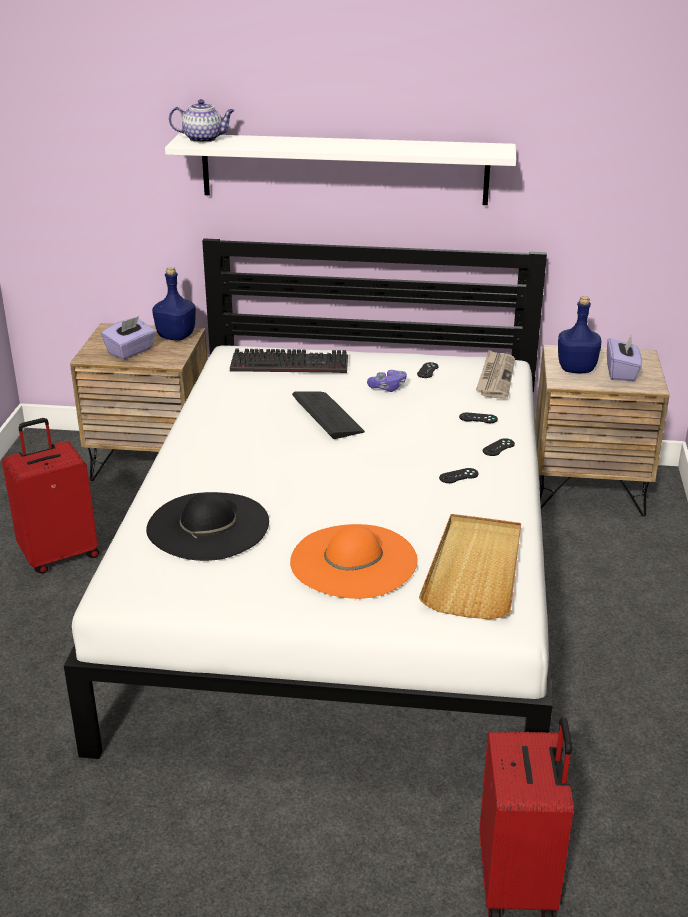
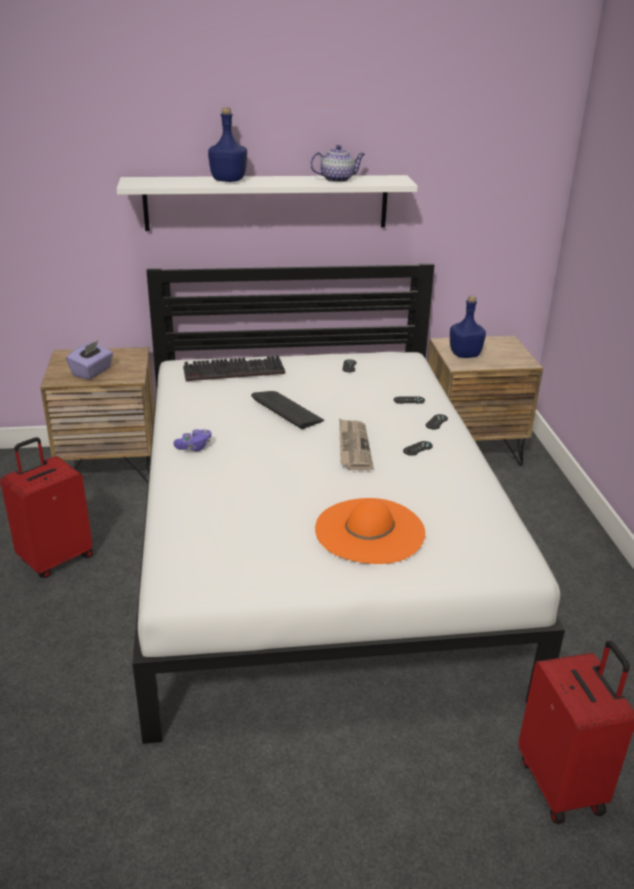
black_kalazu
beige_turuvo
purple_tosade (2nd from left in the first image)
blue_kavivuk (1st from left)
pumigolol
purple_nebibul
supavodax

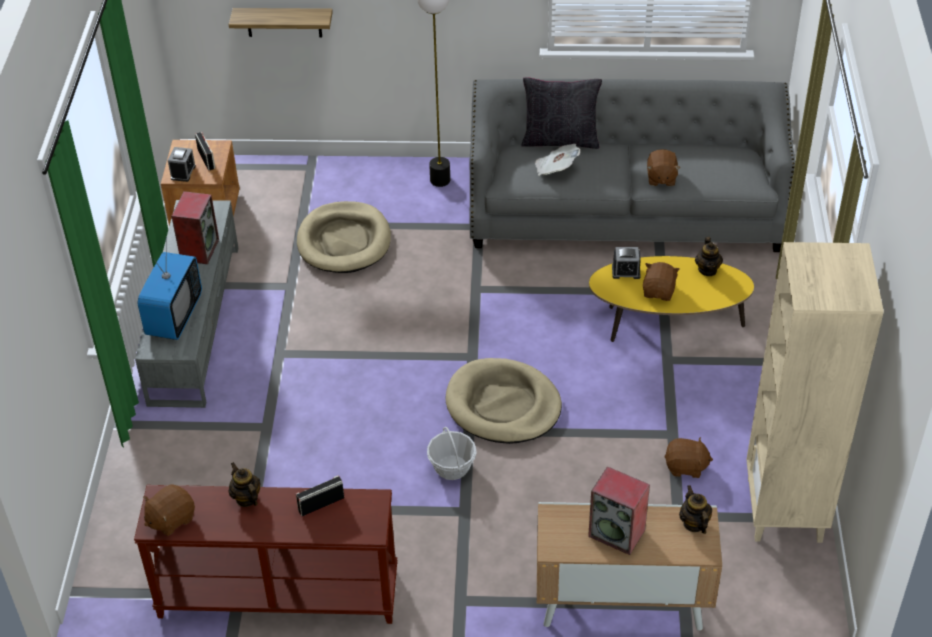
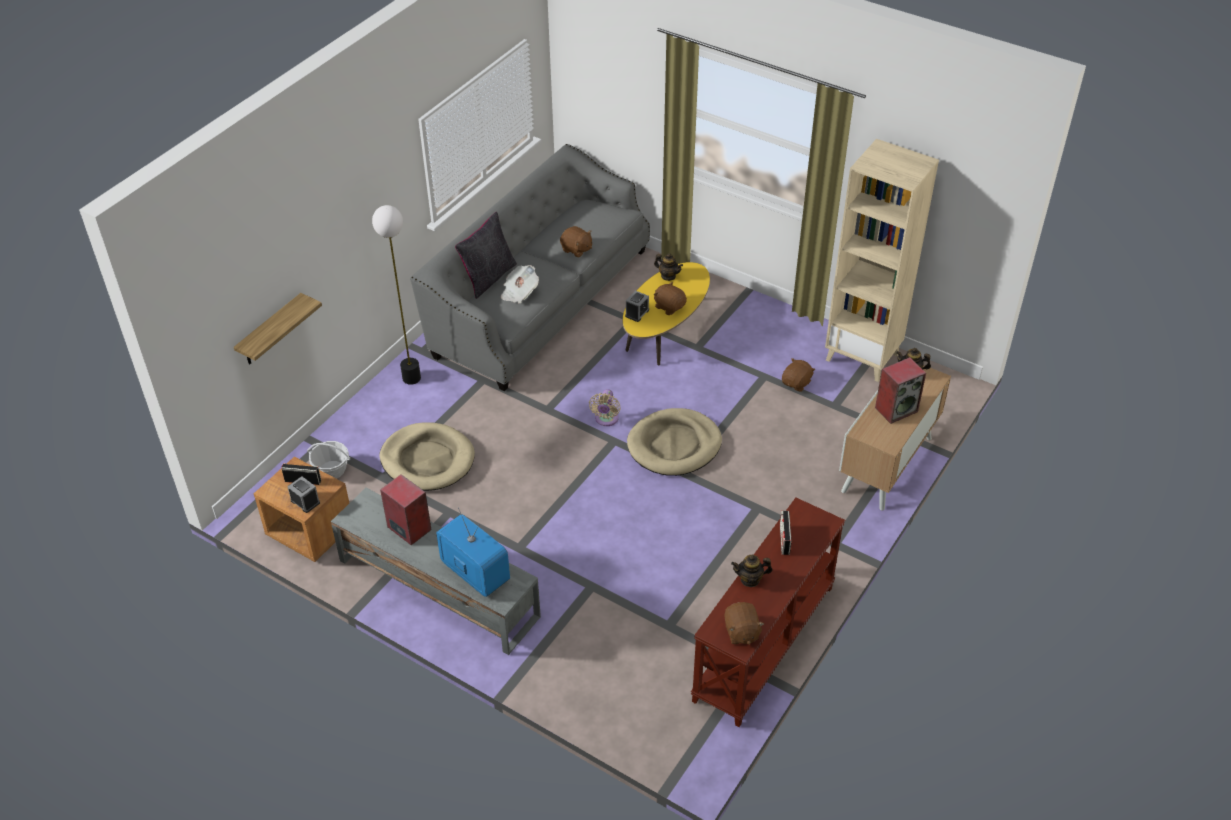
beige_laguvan
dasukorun

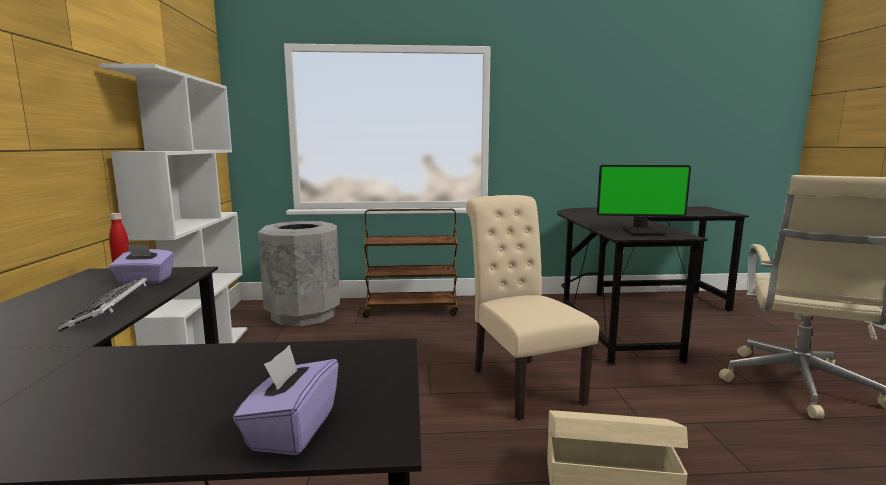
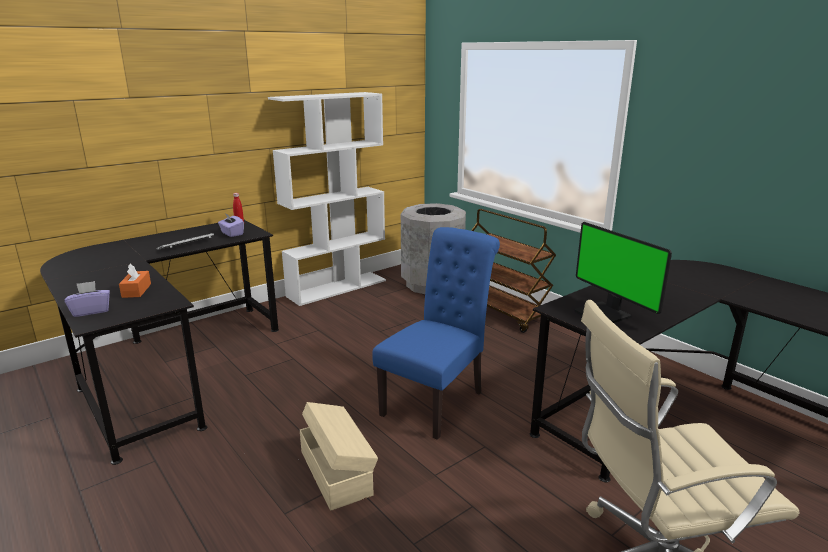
orange_tosade
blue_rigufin

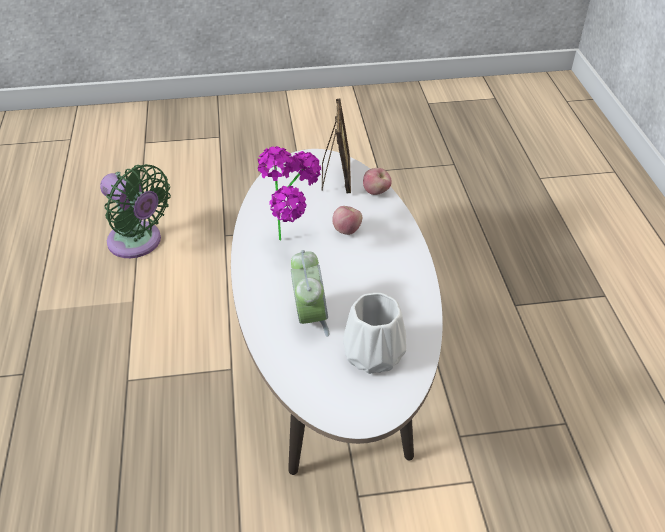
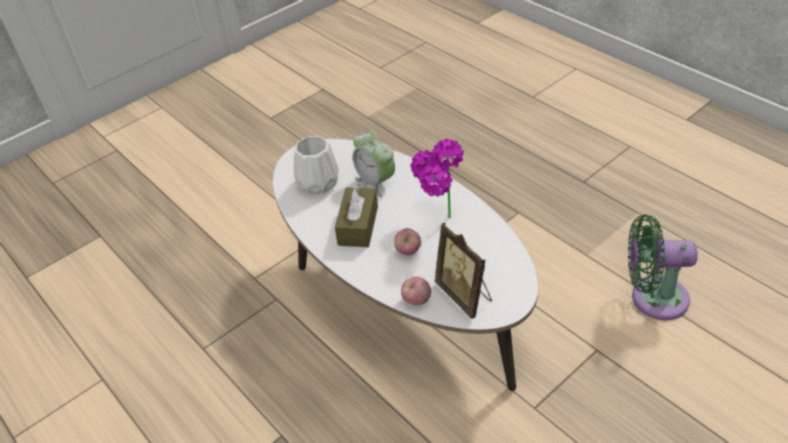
brown_tosade

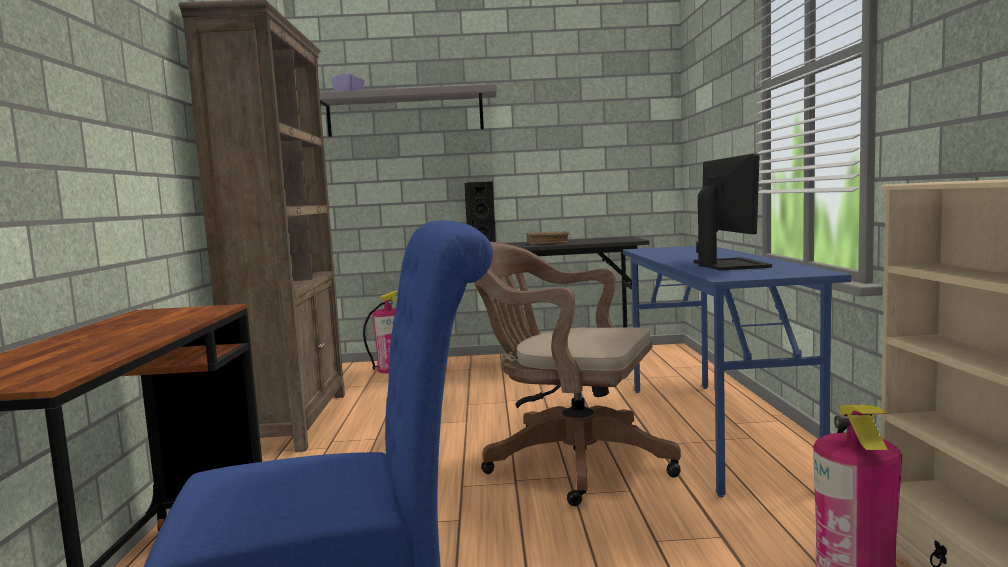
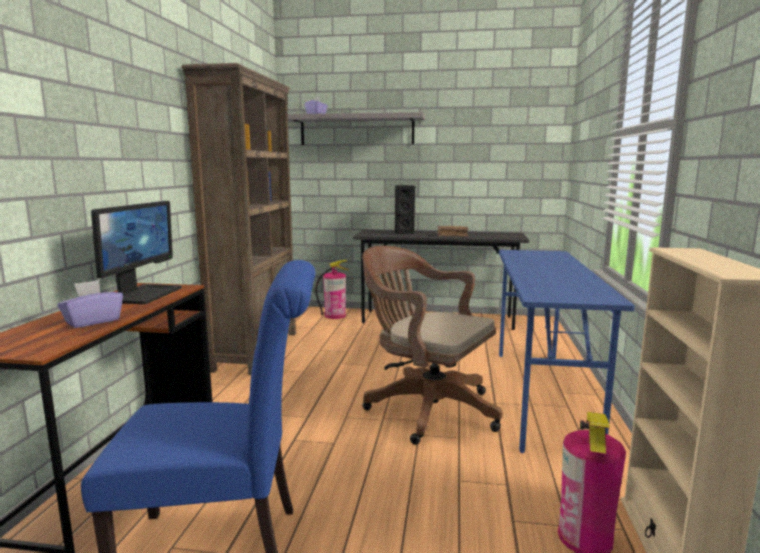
purple_tosade (1st from left)
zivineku

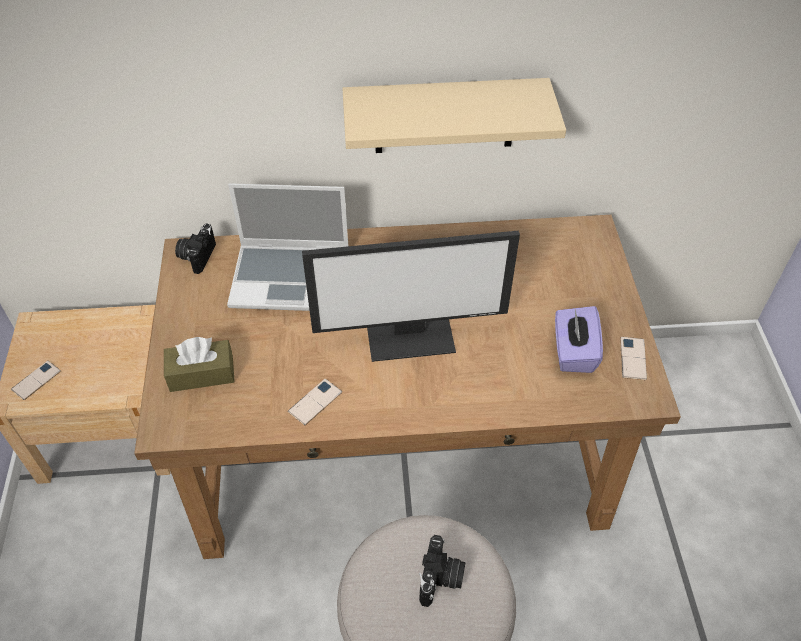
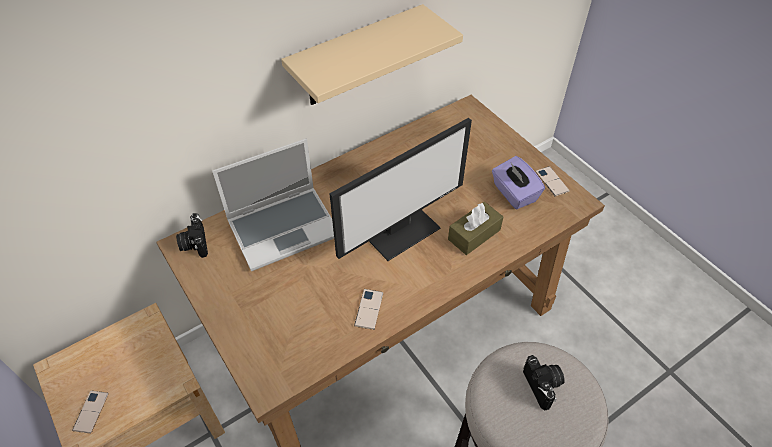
brown_tosade

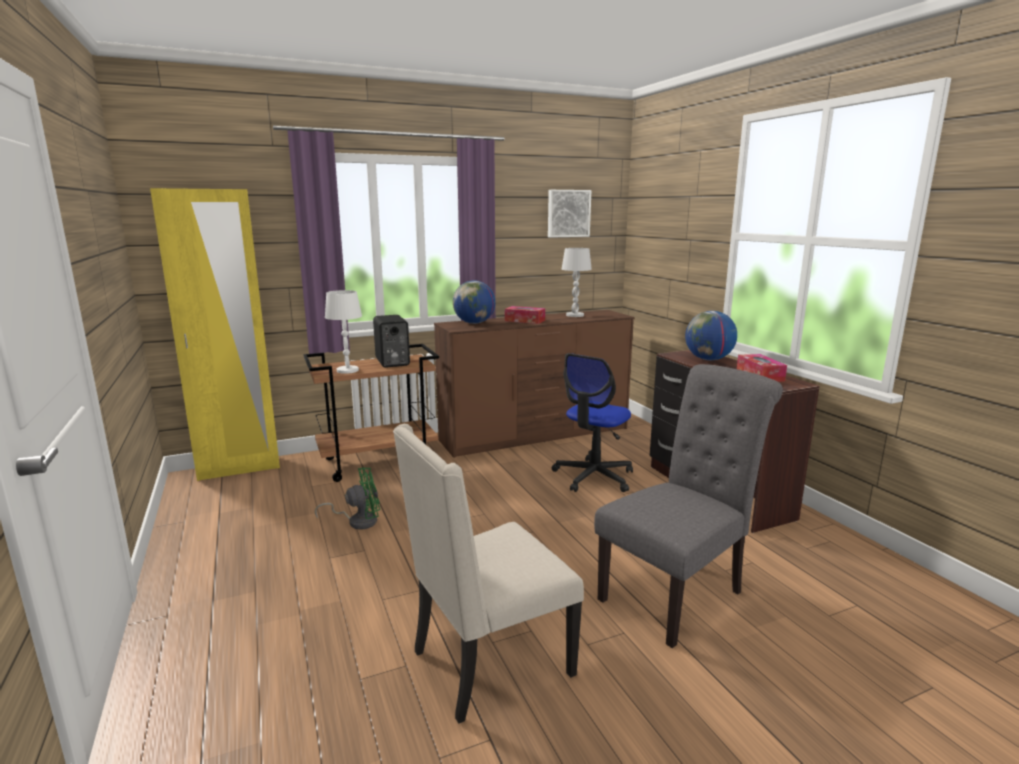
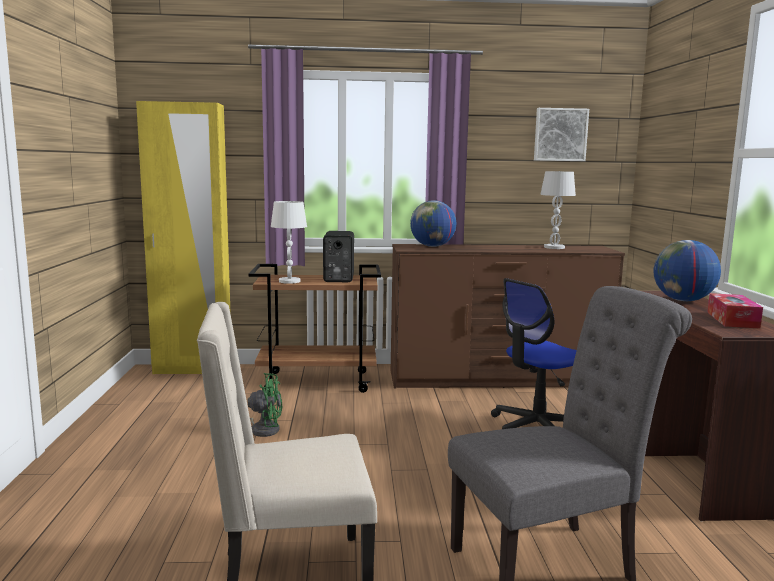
tosade (1st from left in the first image)

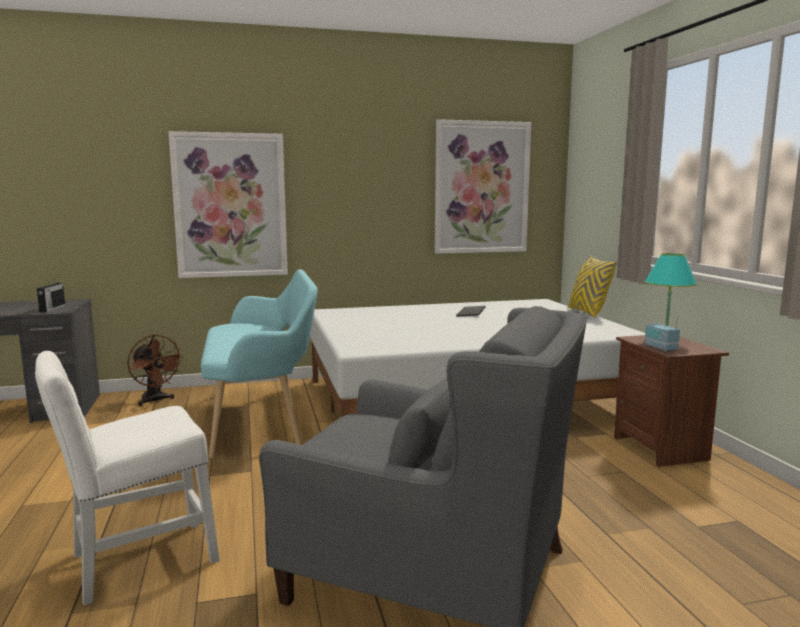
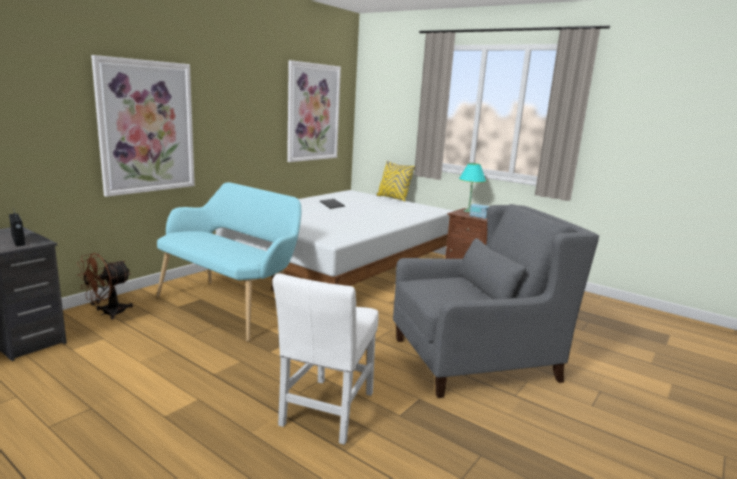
brown_laguvan

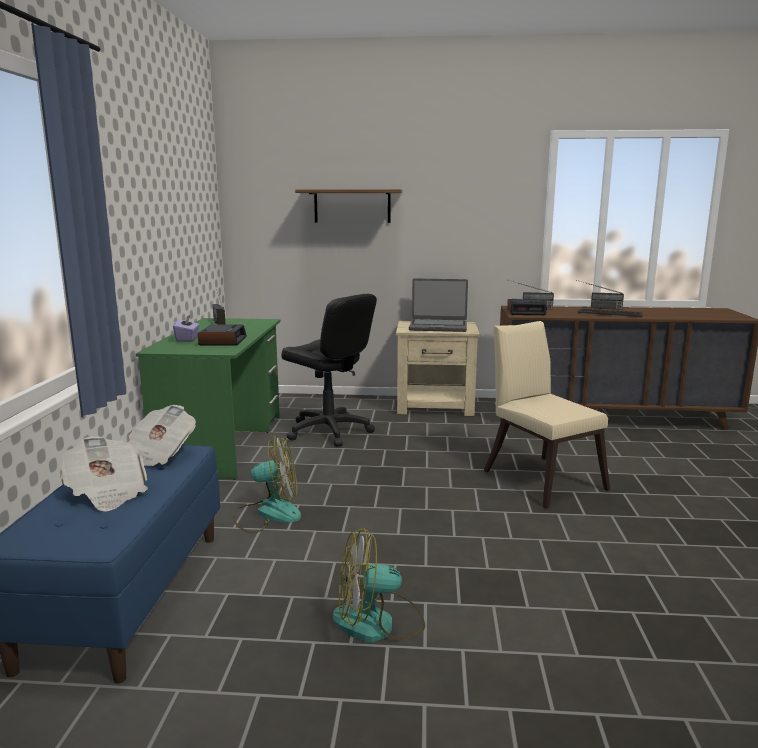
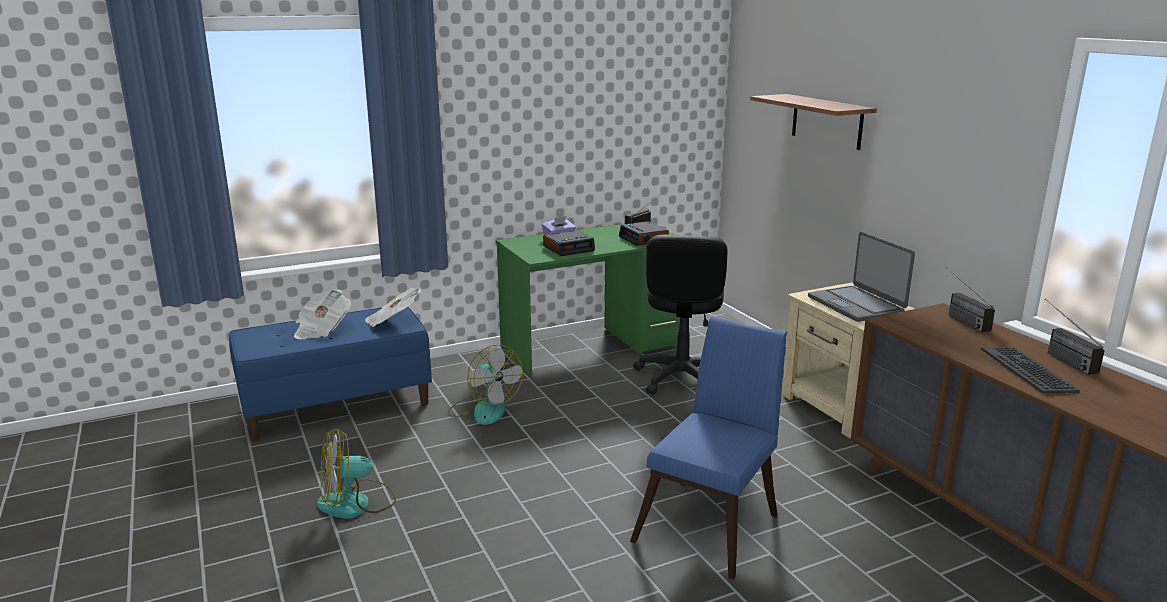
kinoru (2nd from left)
blue_rigufin
laguvan (1st from left)

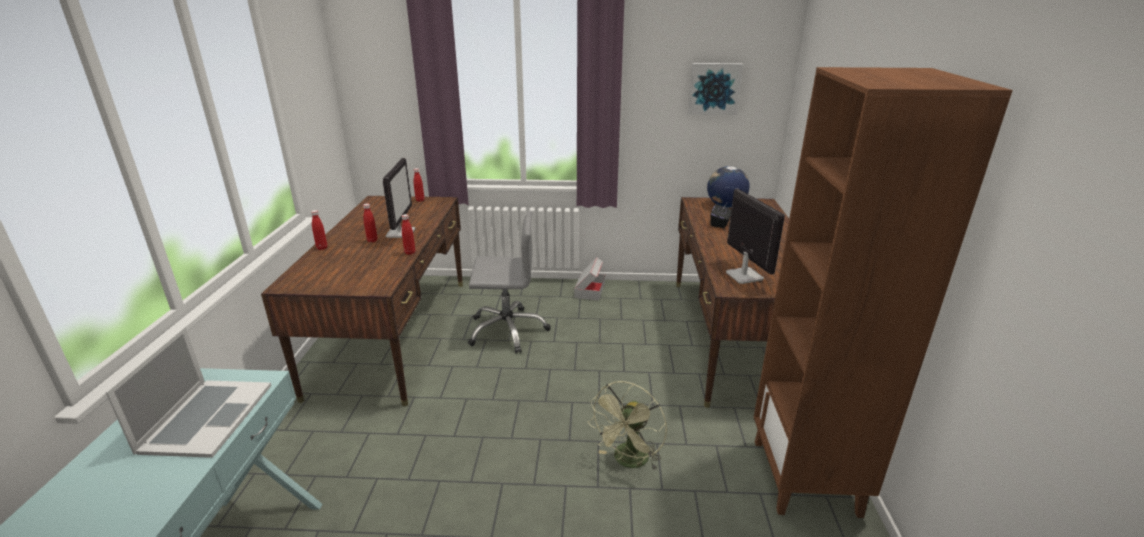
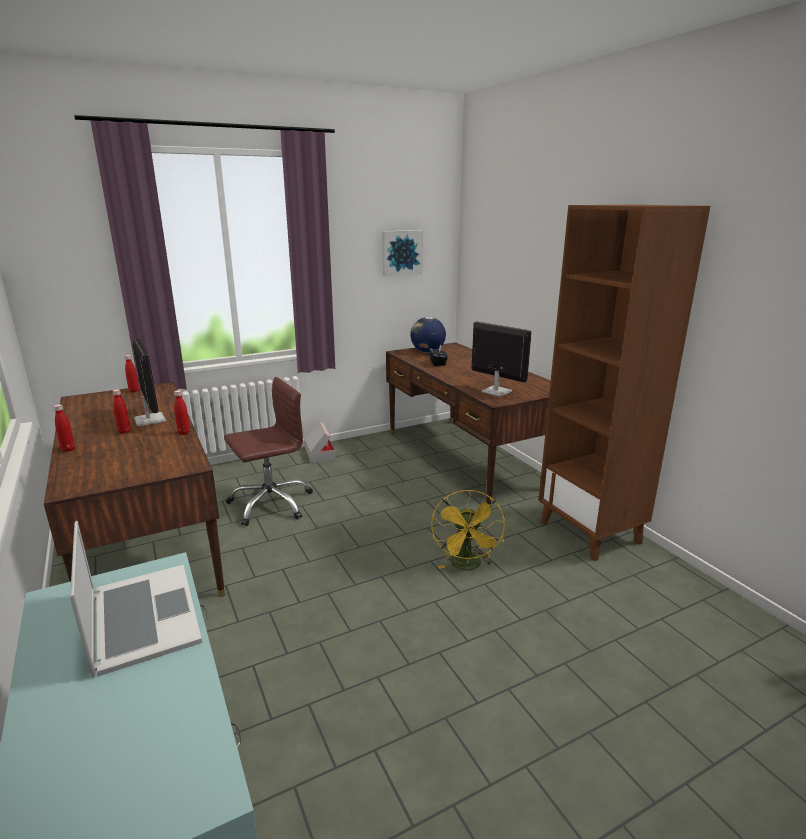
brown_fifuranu
yellow_laguvan

